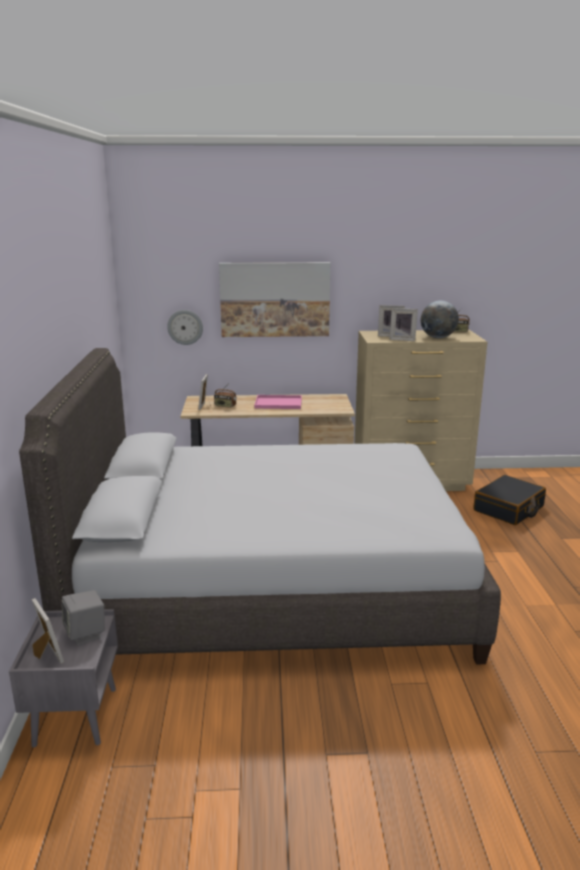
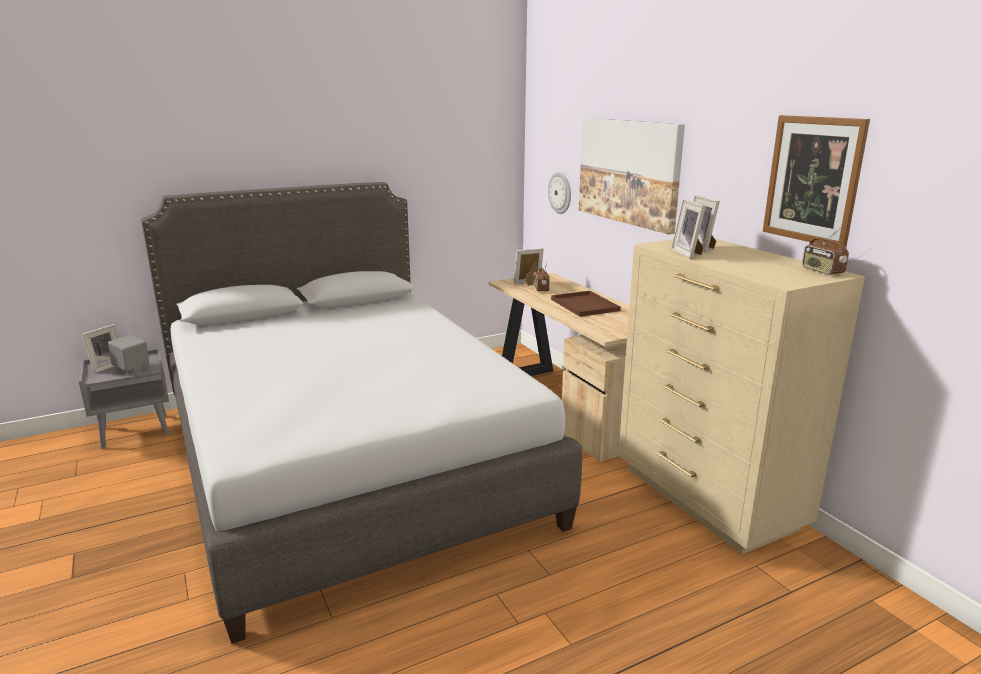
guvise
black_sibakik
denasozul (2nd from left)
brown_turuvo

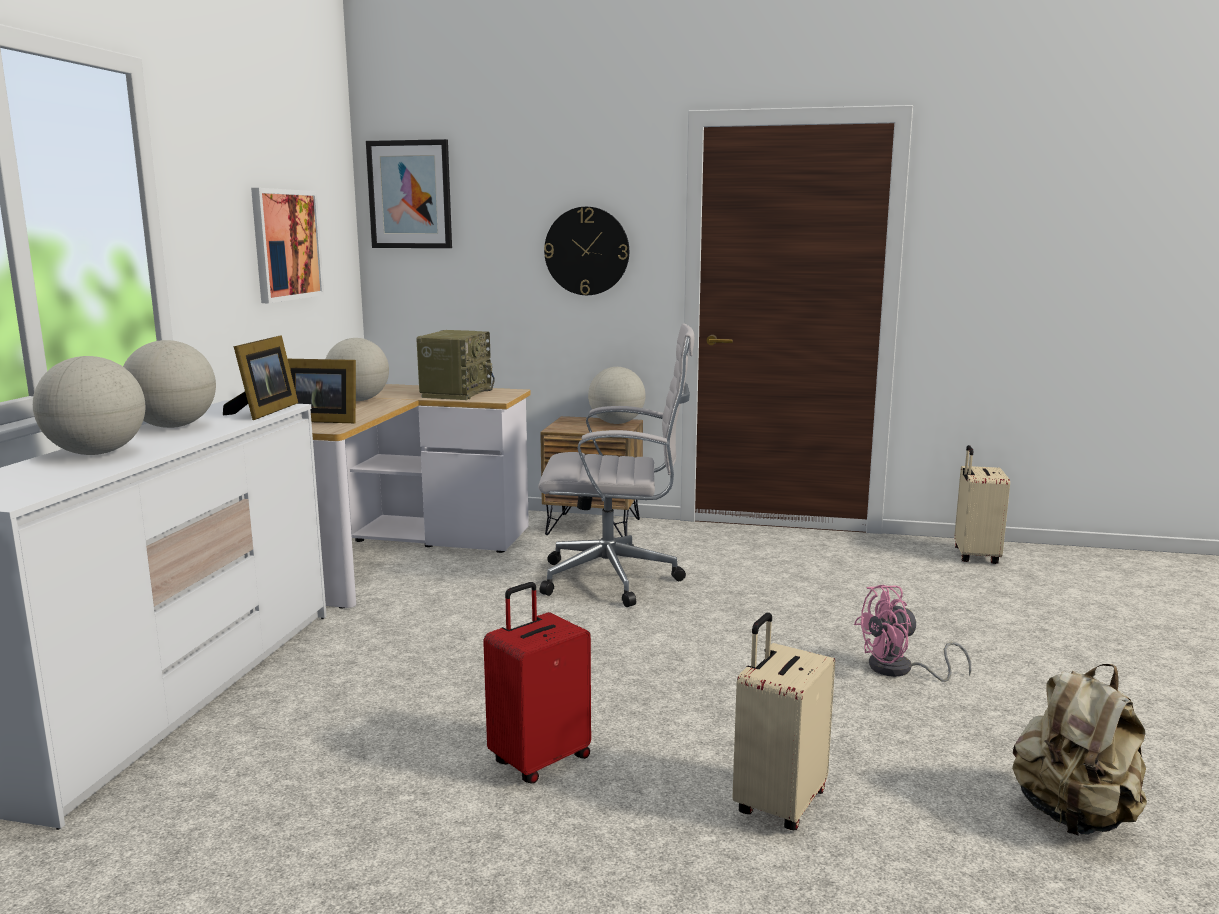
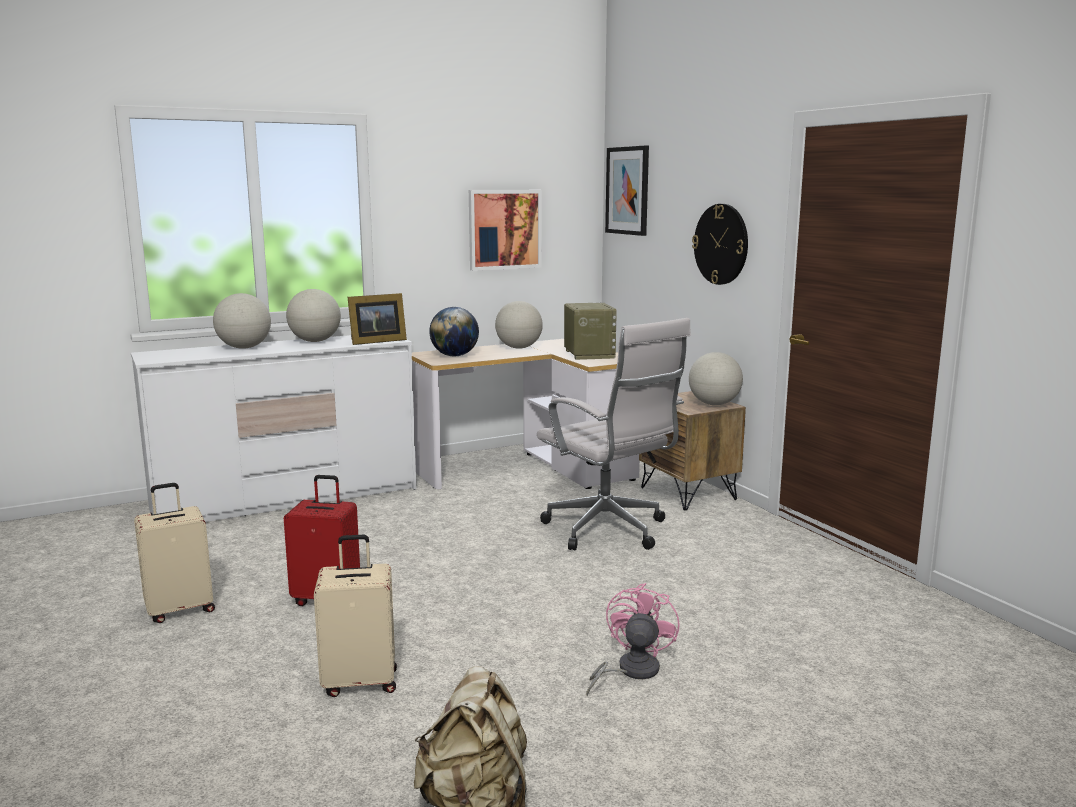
beige_sibakik (1st from left)
guvise (3rd from left)
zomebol
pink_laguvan

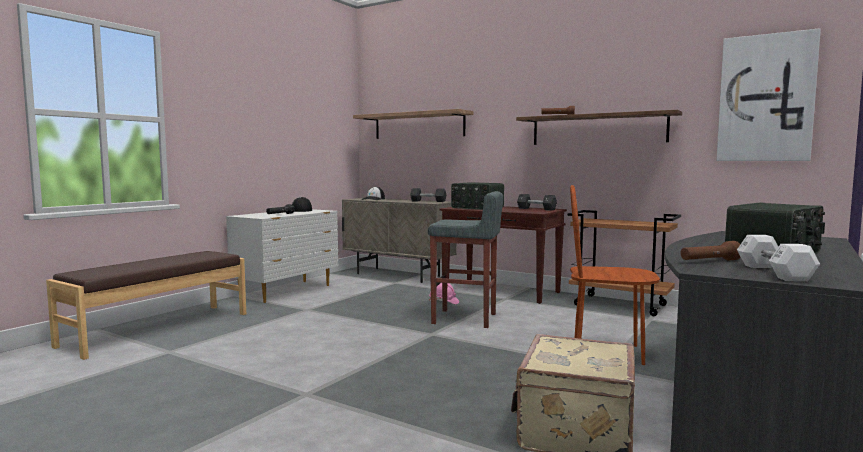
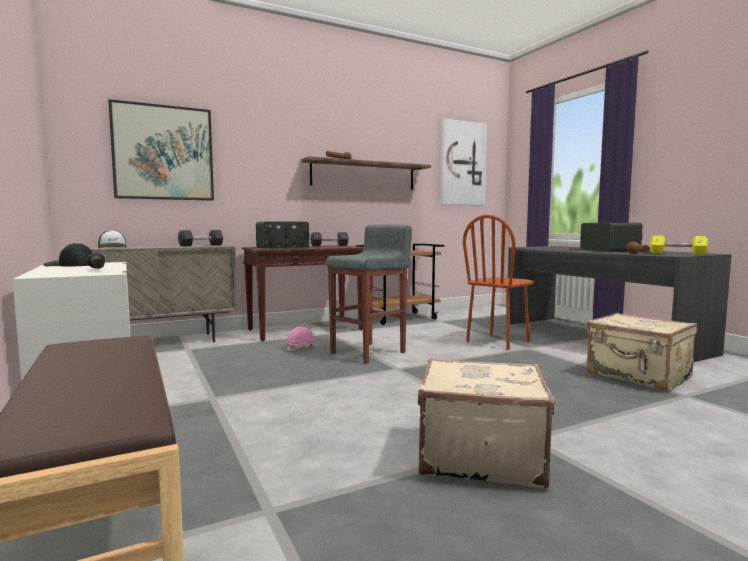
beige_sibakik (1st from left)
denasozul (1st from left)
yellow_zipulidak

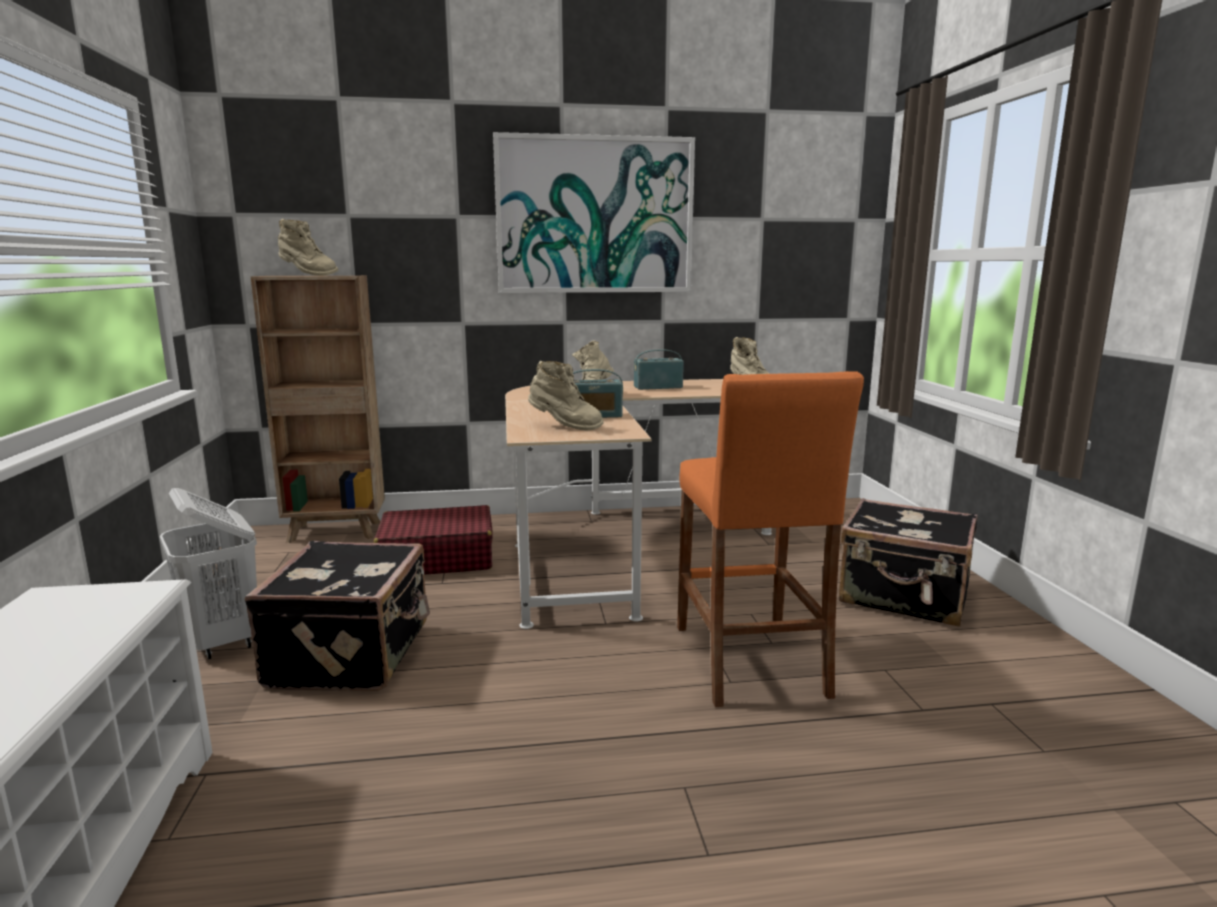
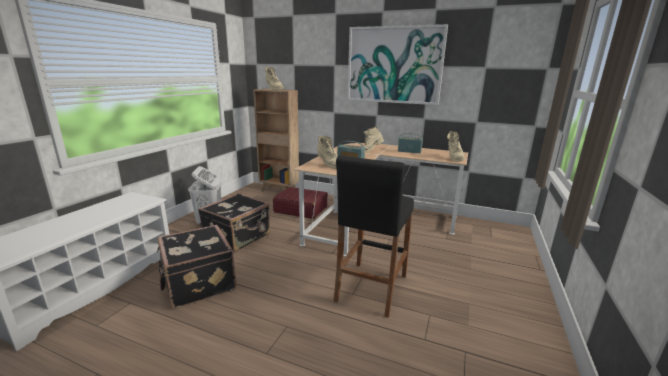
black_sibakik (1st from left)
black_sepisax

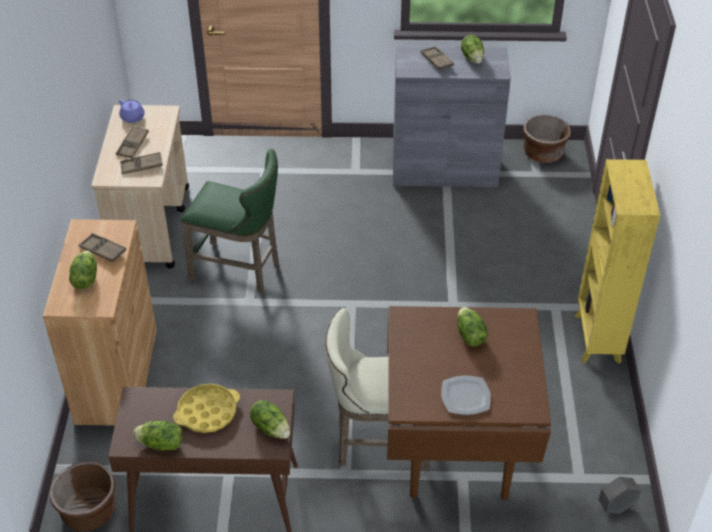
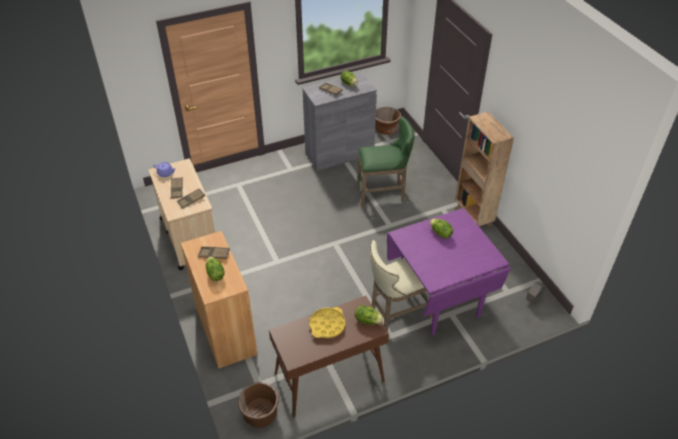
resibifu (2nd from left in the first image)
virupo
green_sepisax
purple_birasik
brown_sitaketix

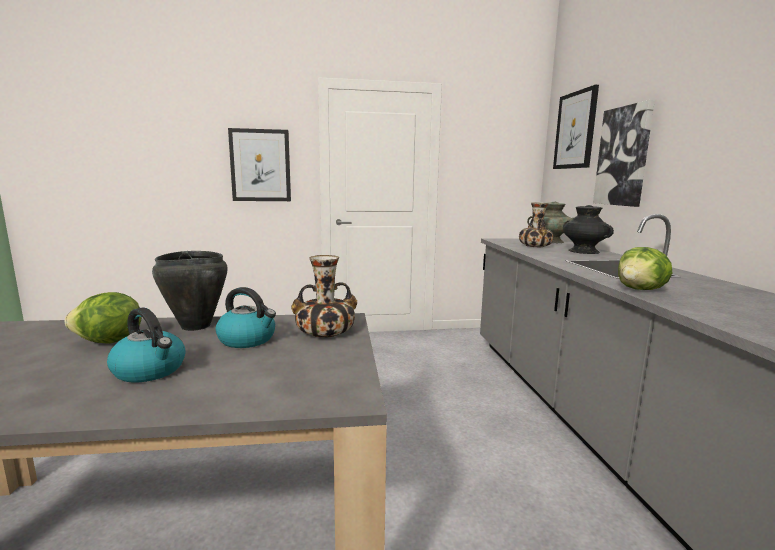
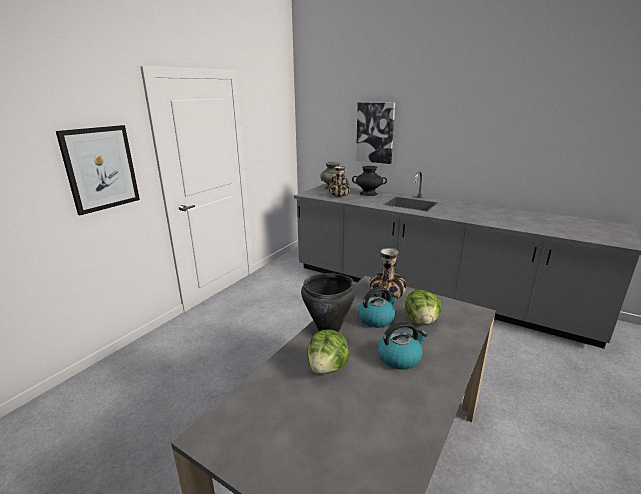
denasozul (2nd from left in the first image)
resibifu (2nd from left)

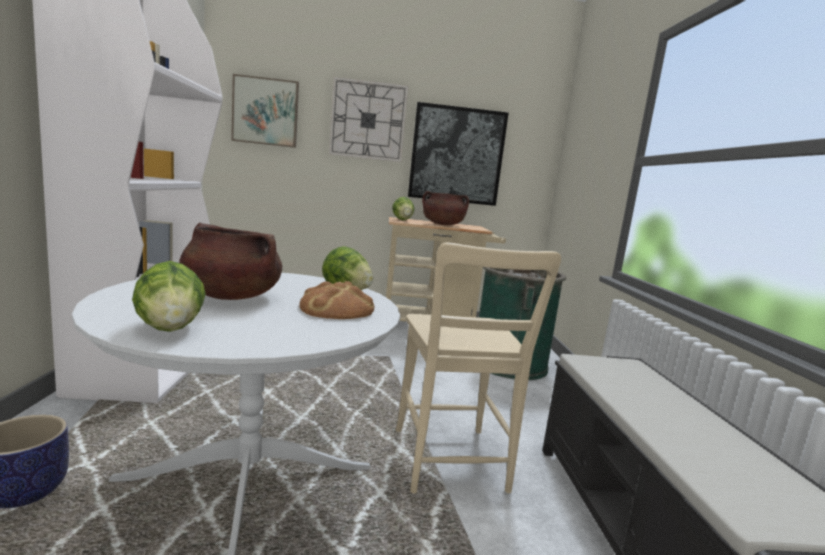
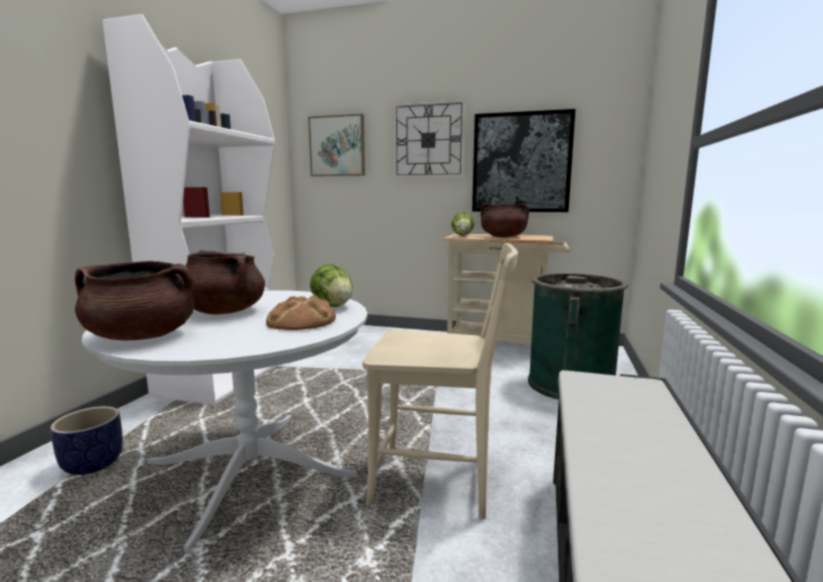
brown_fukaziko (1st from left)
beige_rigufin

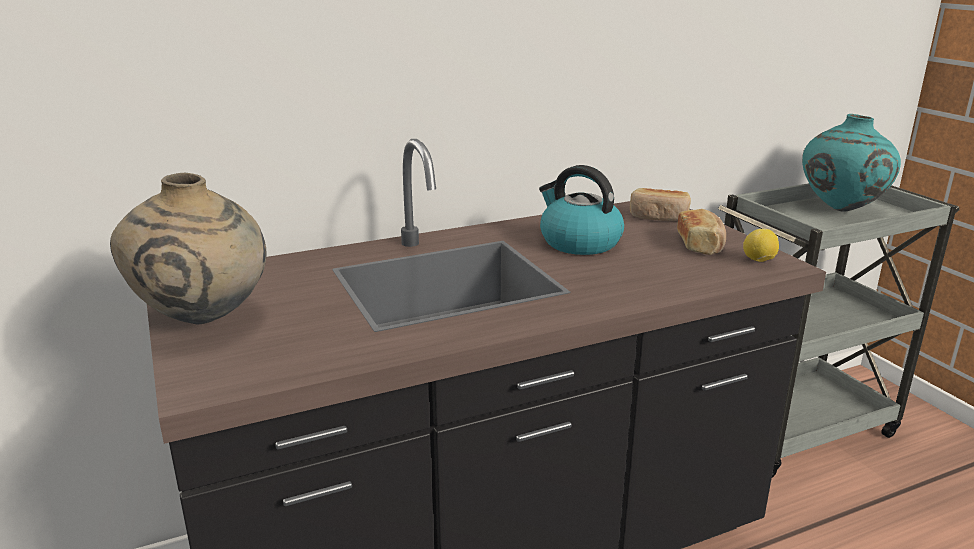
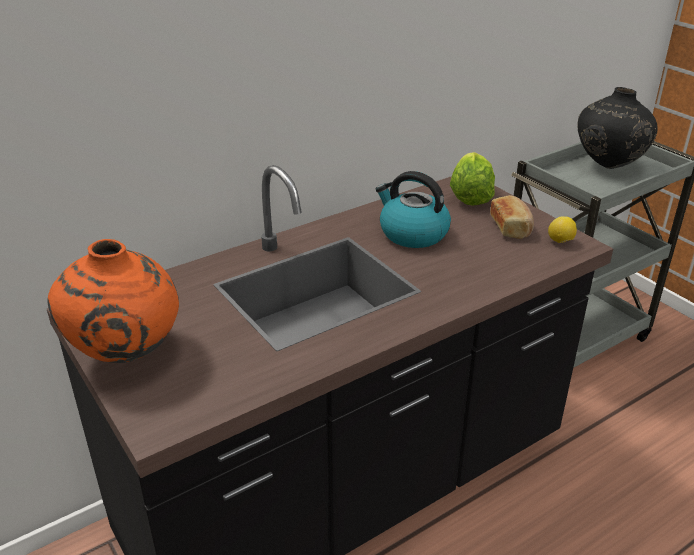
resibifu
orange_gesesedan
black_gesesedan

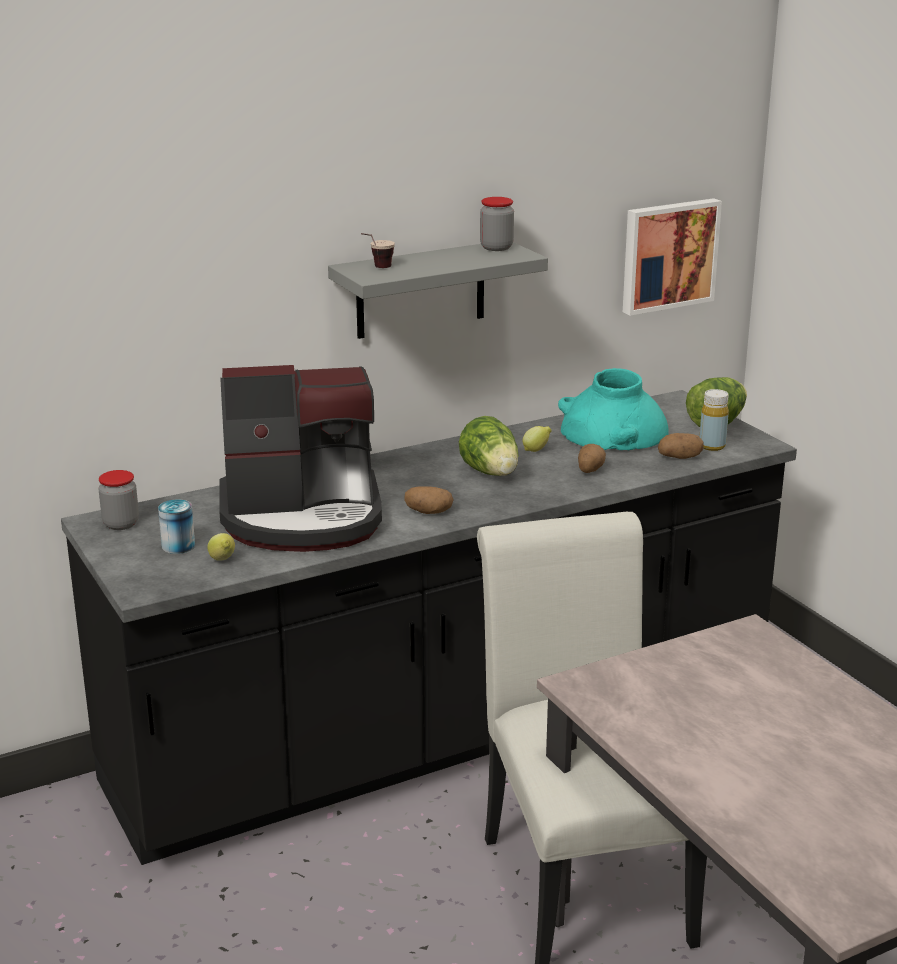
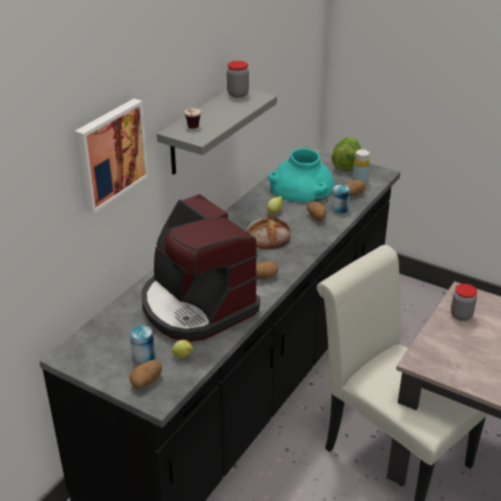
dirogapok (1st from left)
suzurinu (2nd from left)
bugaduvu (2nd from left)
denasozul
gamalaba
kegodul

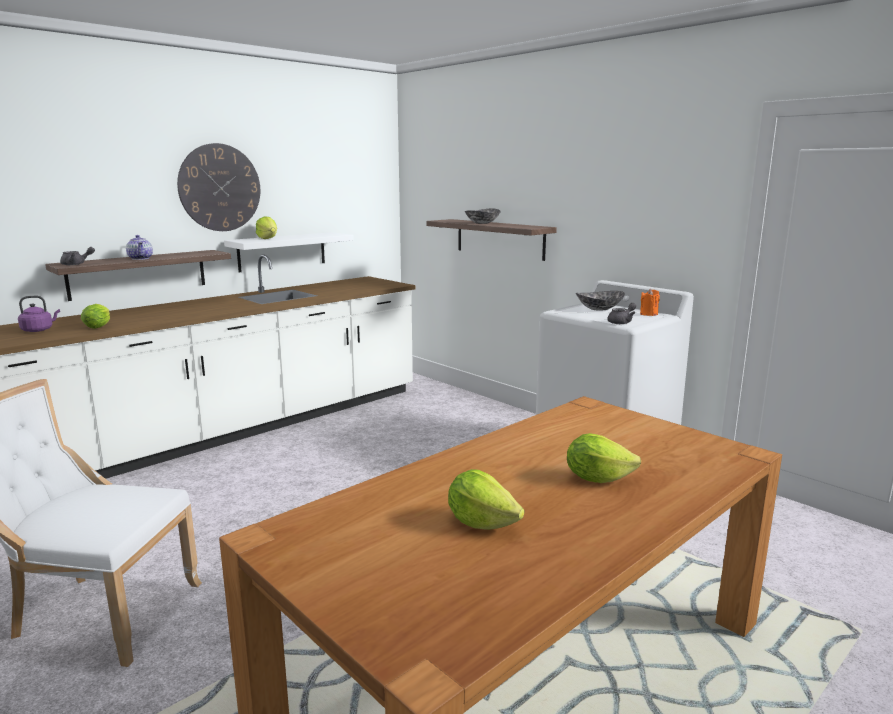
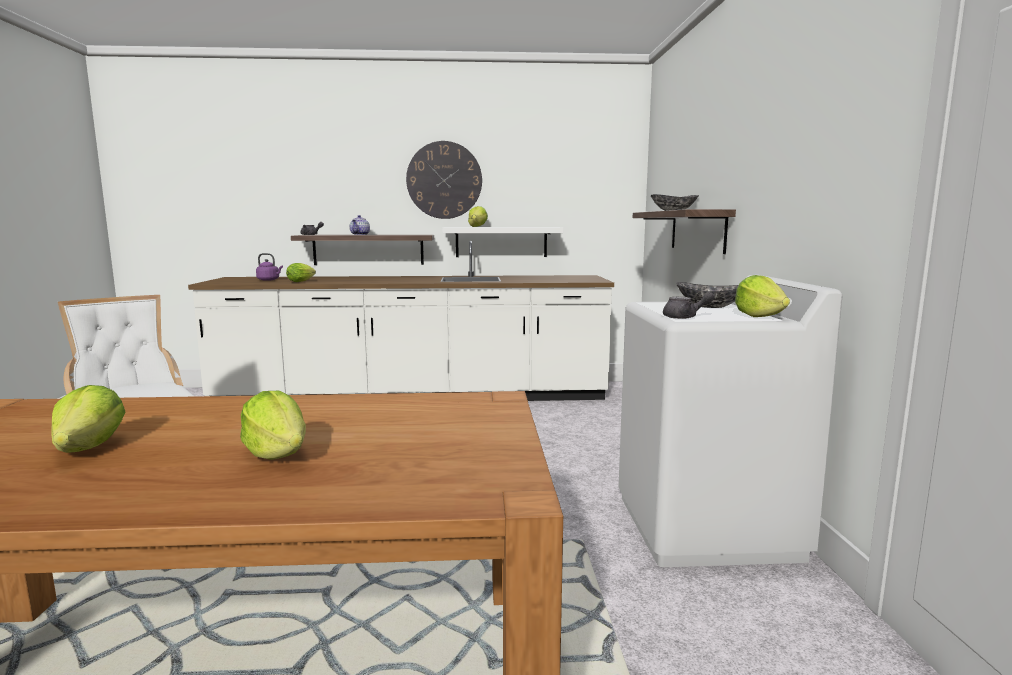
resibifu (5th from left)

